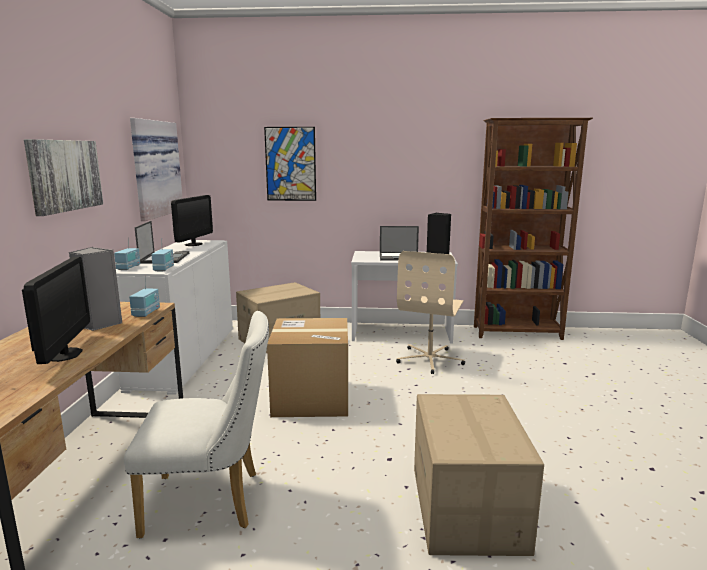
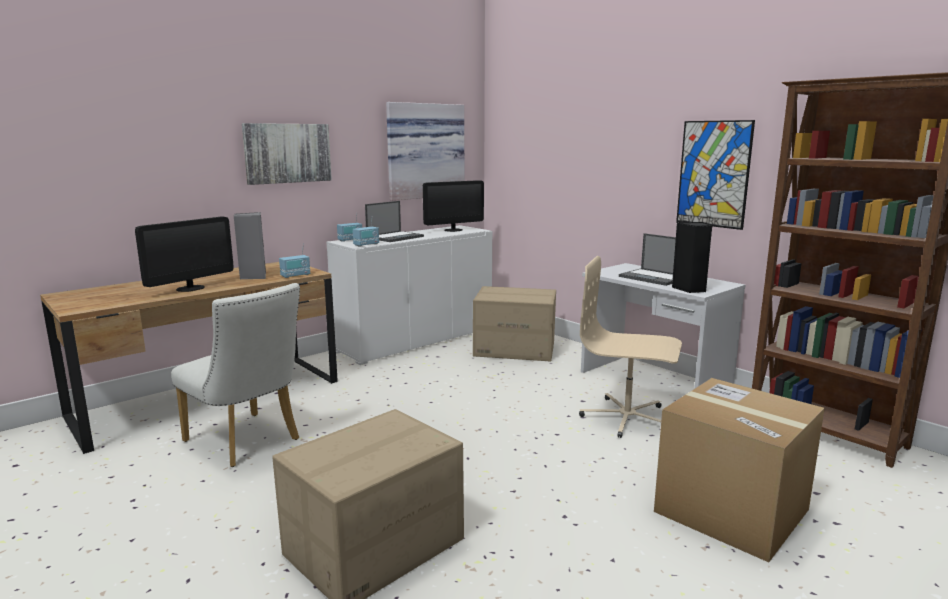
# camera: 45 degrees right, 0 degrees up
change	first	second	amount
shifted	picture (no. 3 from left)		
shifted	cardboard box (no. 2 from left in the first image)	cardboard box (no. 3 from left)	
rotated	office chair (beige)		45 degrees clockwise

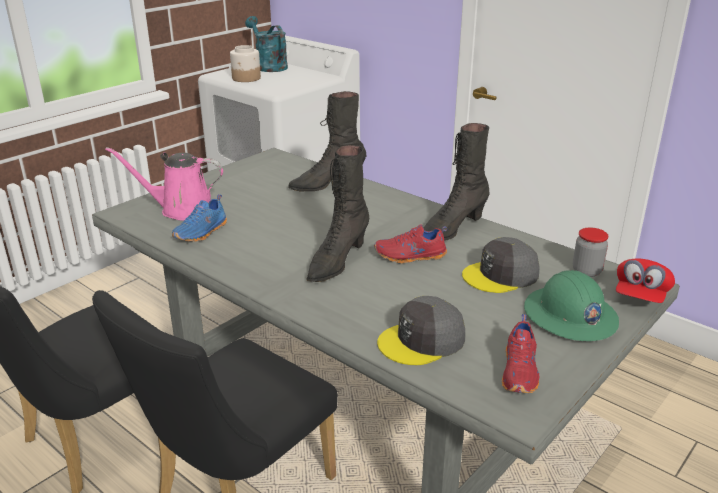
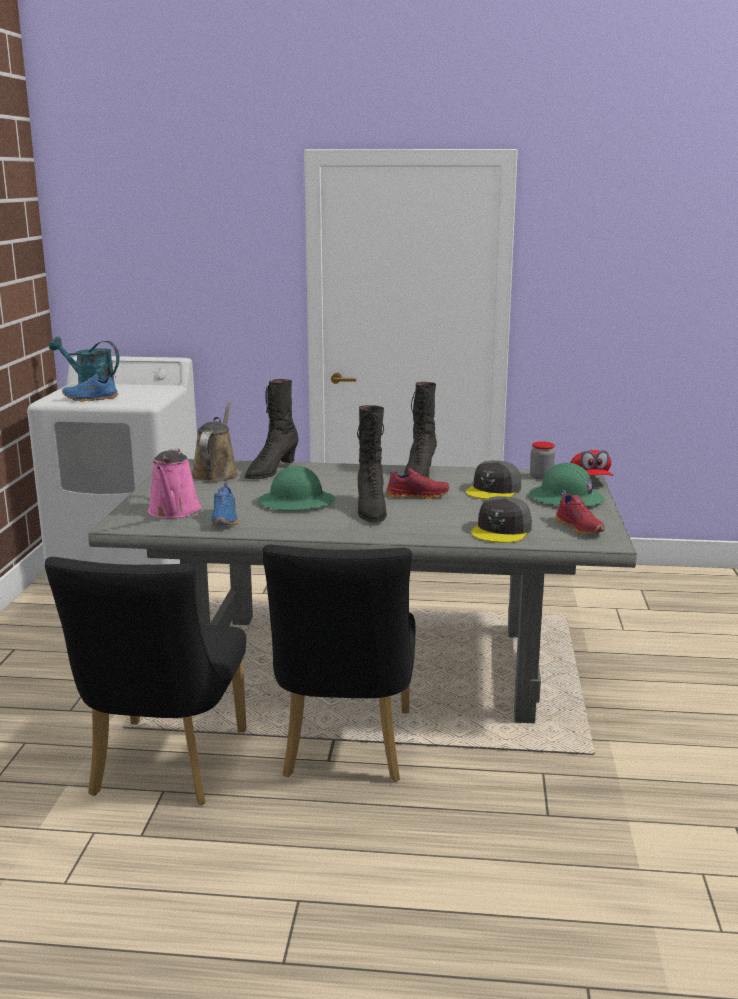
# camera: 35 degrees left, 10 degrees down
change	first	second	amount
rotated	watering can (pink)		60 degrees counterclockwise
swapped	jar (no. 1 from left)	shoe (blue) (no. 1 from left)	
rotated	shoe (red) (no. 1 from left)		135 degrees counterclockwise
new		watering can (brown)	
new		hard hat (green) (no. 1 from left)	

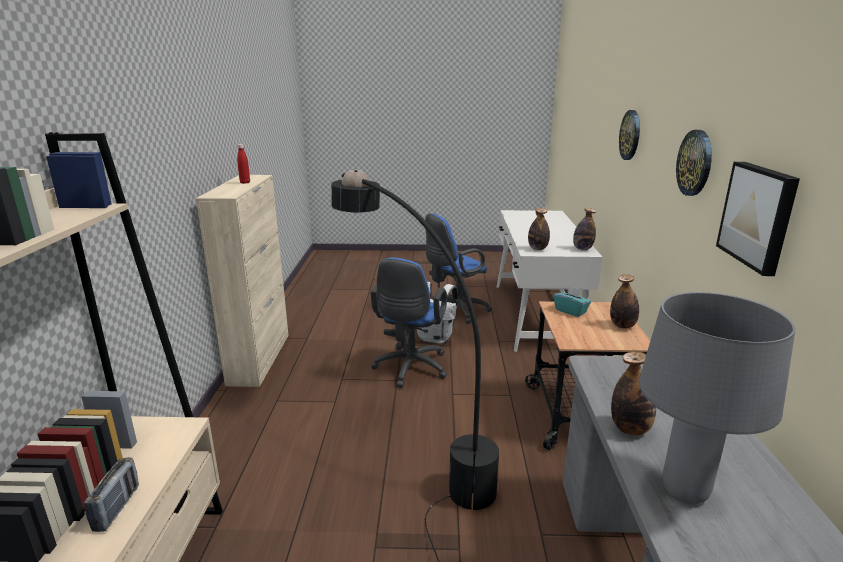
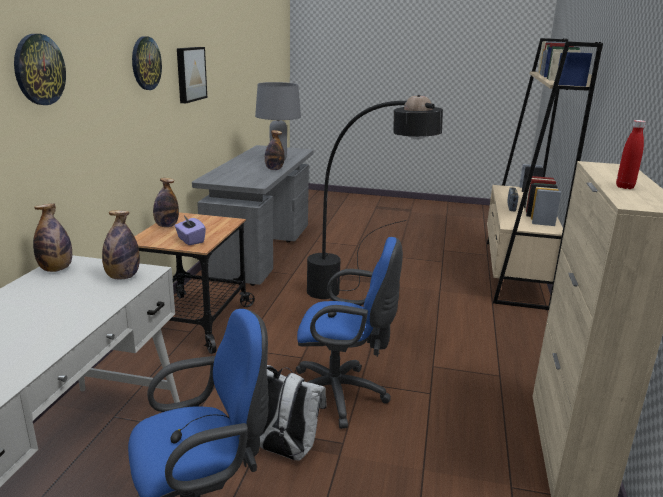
# camera: 170 degrees left, 0 degrees up
change	first	second	amount
rotated	office chair (blue) (no. 1 from left in the first image)	office chair (blue) (no. 2 from left)	75 degrees clockwise
repainted	tissue box (turquoise)	tissue box (purple)	

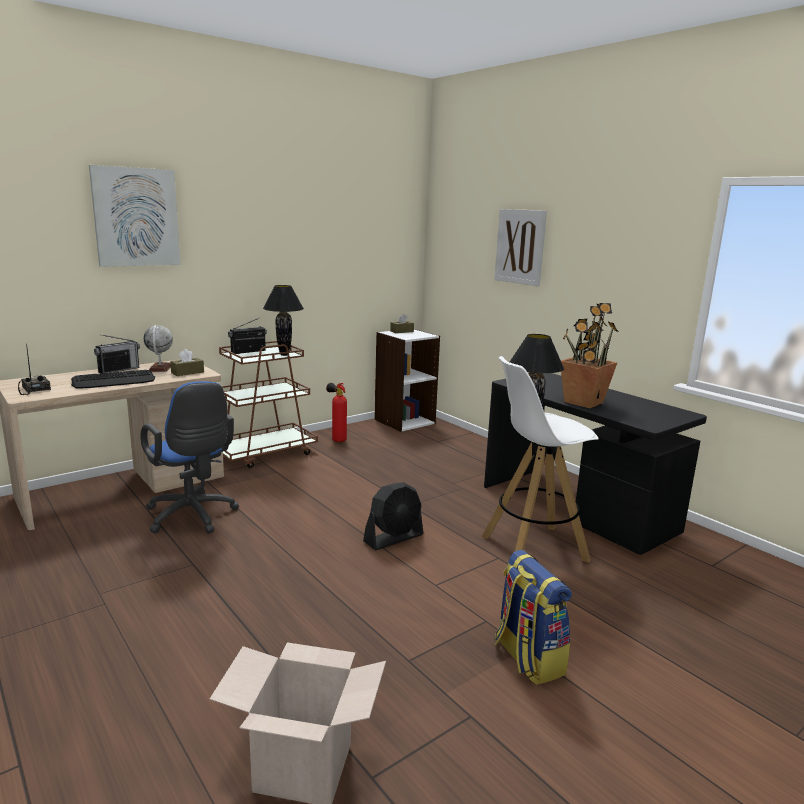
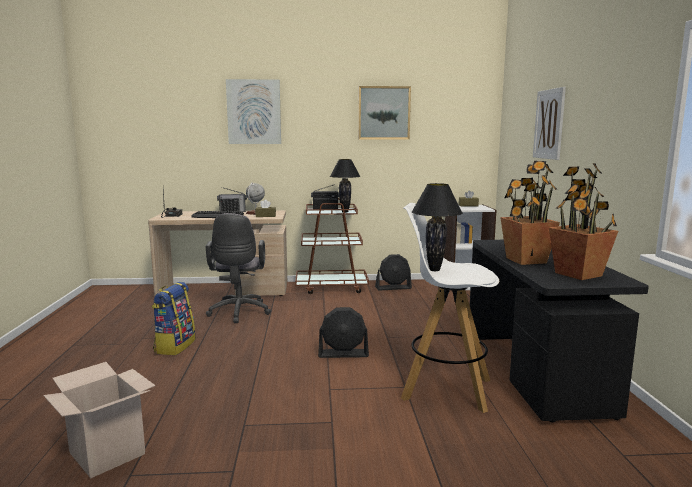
# camera: 35 degrees right, 5 degrees down
change	first	second	amount
repainted	office chair (blue)	office chair (grey)	
swapped	fire extinguisher	fan (black) (no. 2 from left)	
shifted	backpack		
new		picture (no. 2 from left)	
new		potted plant (no. 2 from left)	

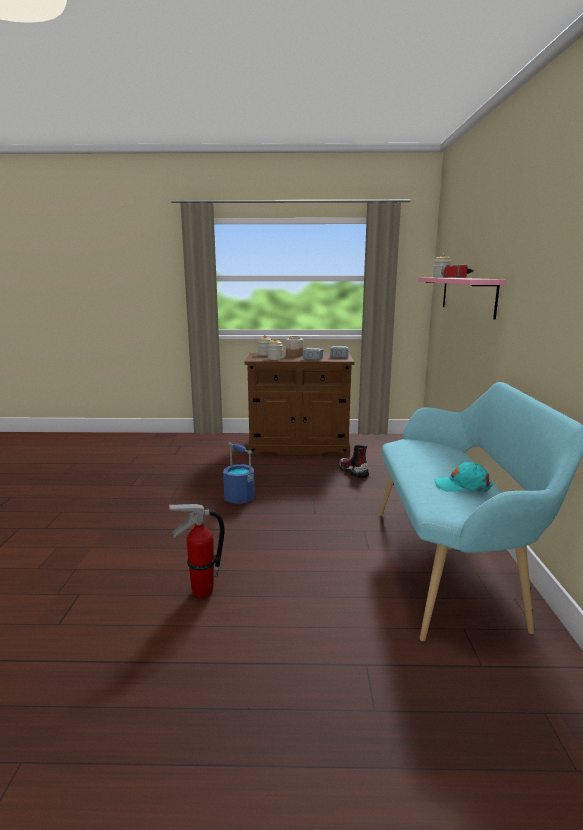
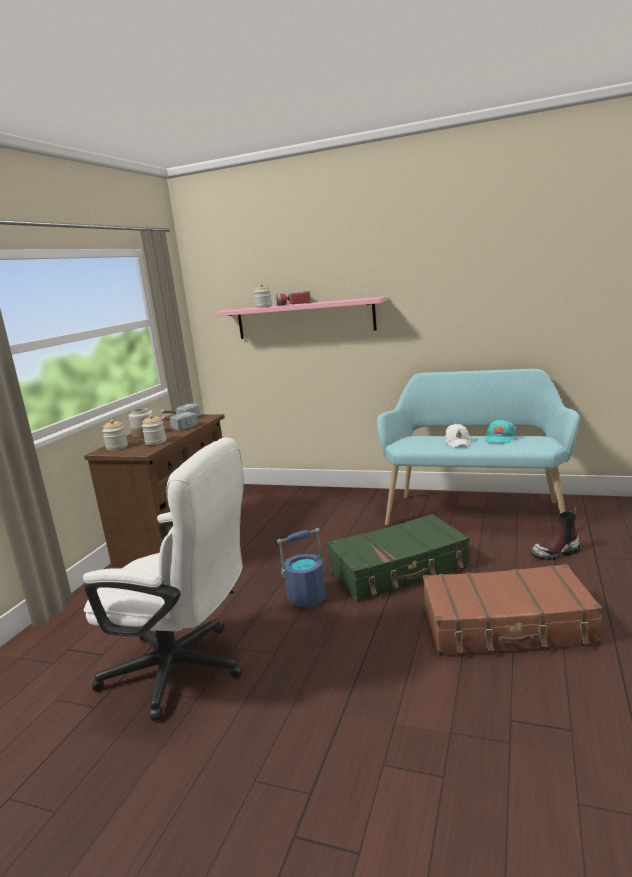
# camera: 70 degrees left, 0 degrees up
change	first	second	amount
swapped	fire extinguisher	suitcase (brown)	
shifted	boot		
new		office chair (white)	
new		suitcase (green)	
new		cap (white)	

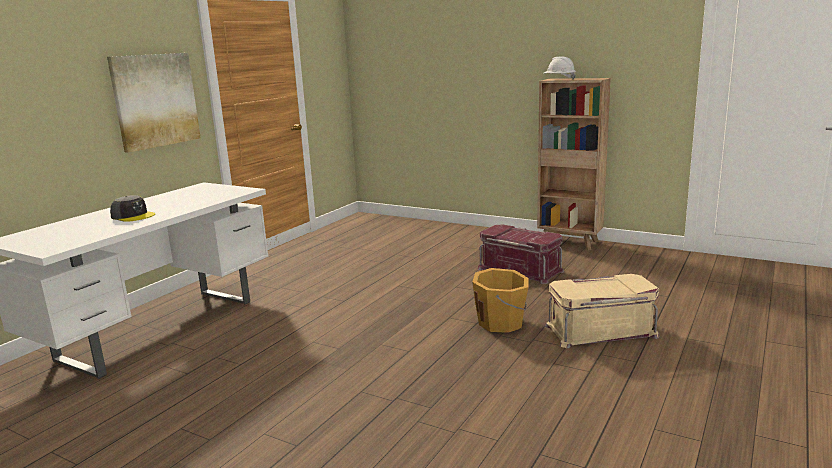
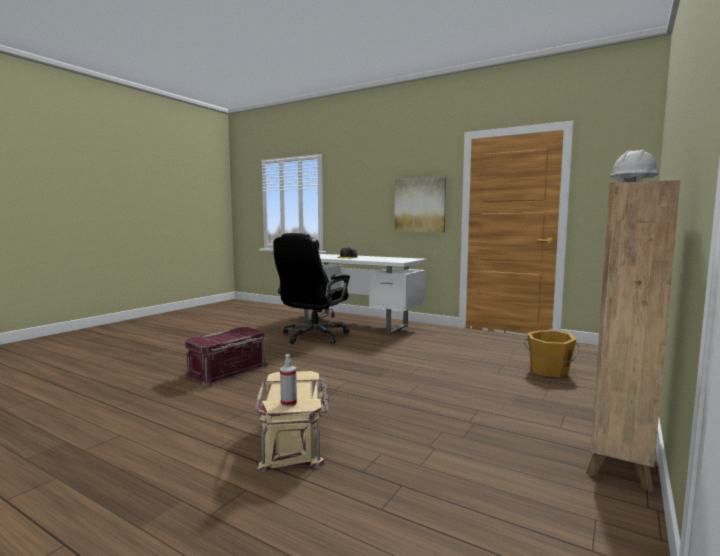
# camera: 90 degrees right, 10 degrees down
change	first	second	amount
shifted	bucket (orange)		
shifted	storage box (red)		
new		office chair (black)	
new		spray bottle	

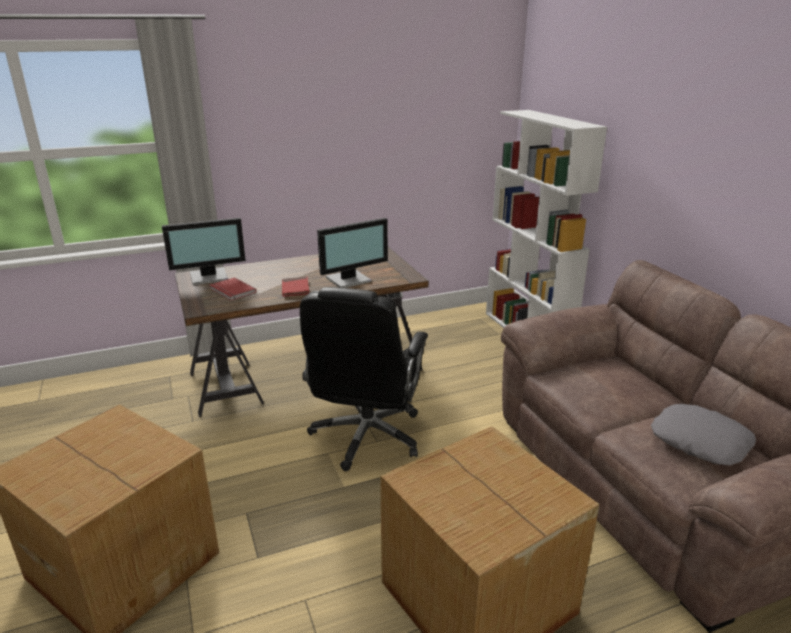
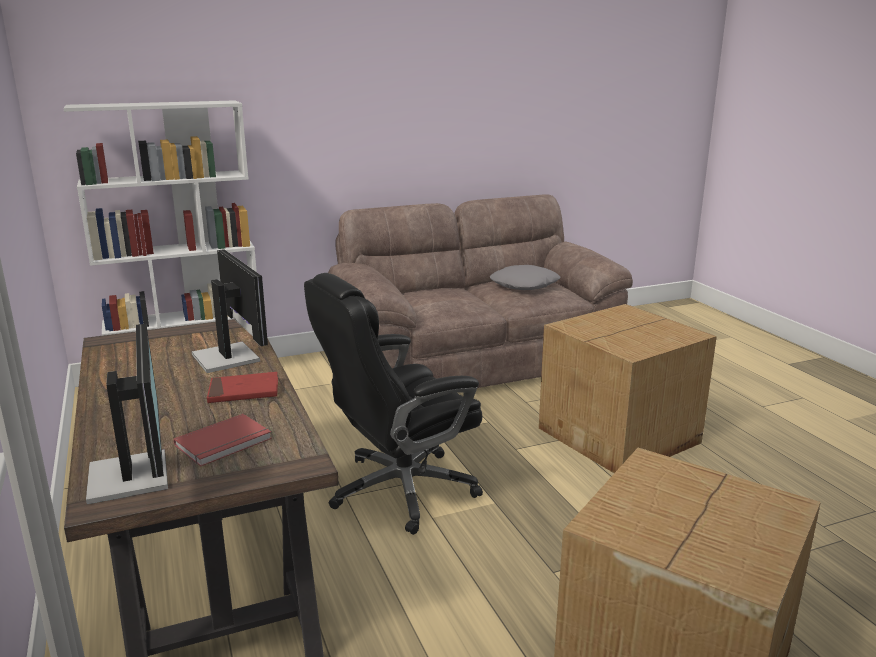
# camera: 90 degrees left, 5 degrees down
change	first	second	amount
rotated	office chair (black)		135 degrees clockwise

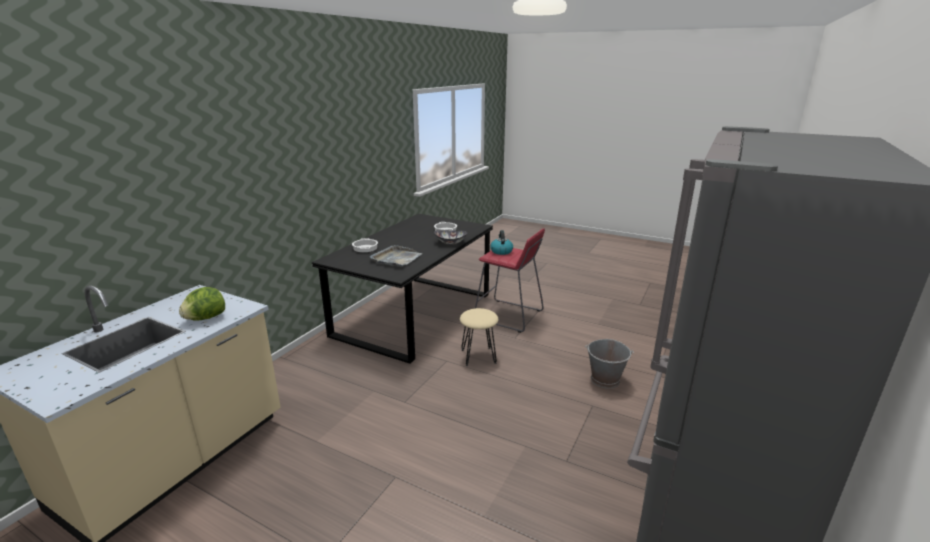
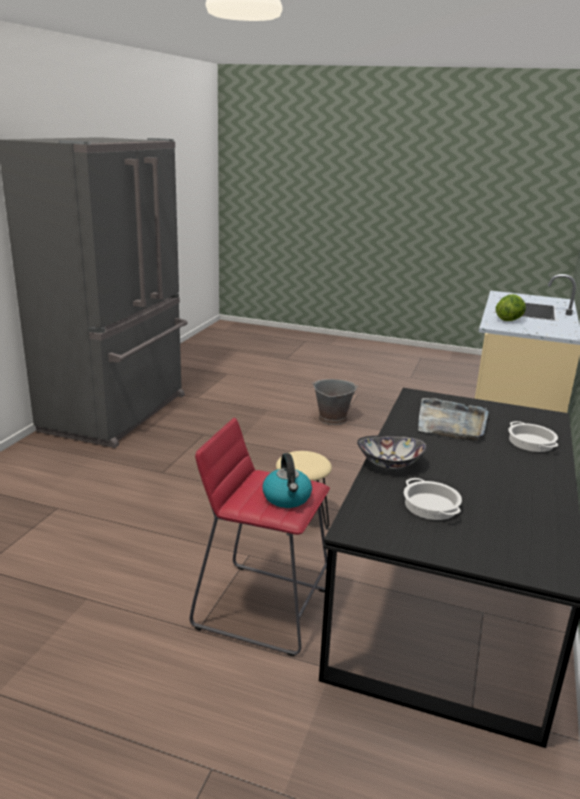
# camera: 170 degrees right, 0 degrees up
change	first	second	amount
shifted	bucket (grey)		

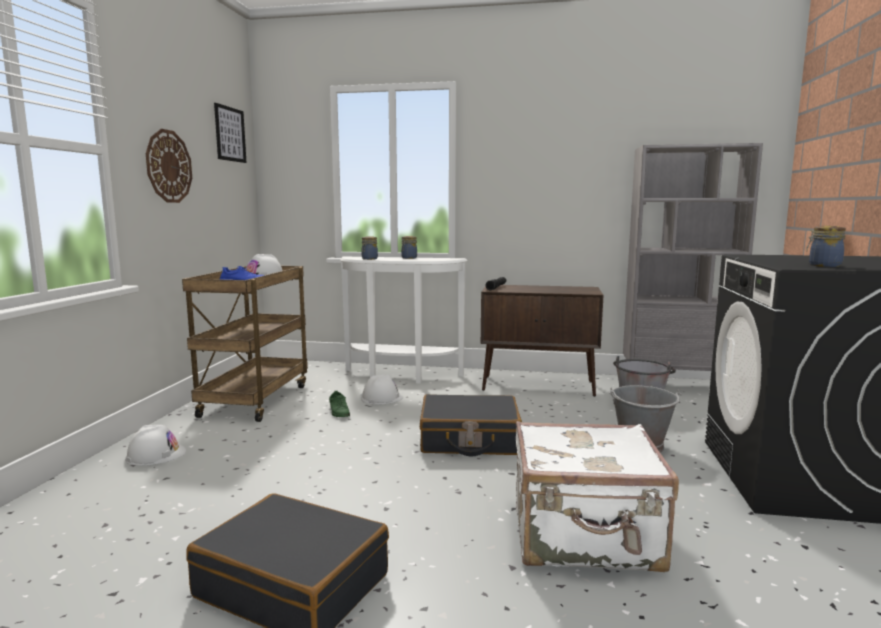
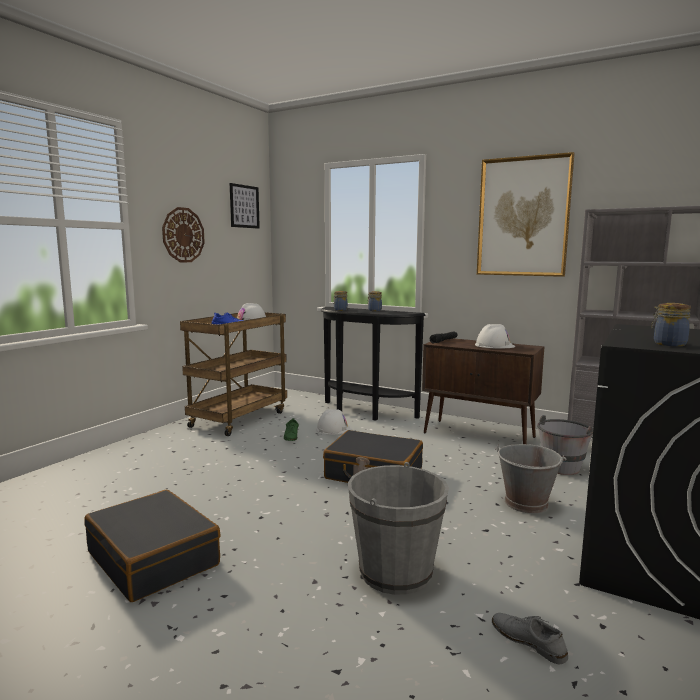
# camera: 20 degrees right, 0 degrees up
change	first	second	amount
shifted	hard hat (white) (no. 1 from left in the first image)	hard hat (white) (no. 3 from left)	
repainted	console table (white)	console table (black)	
swapped	suitcase (white)	bucket (grey) (no. 1 from left)	
new		picture (no. 2 from left)	
new		shoe (grey)	

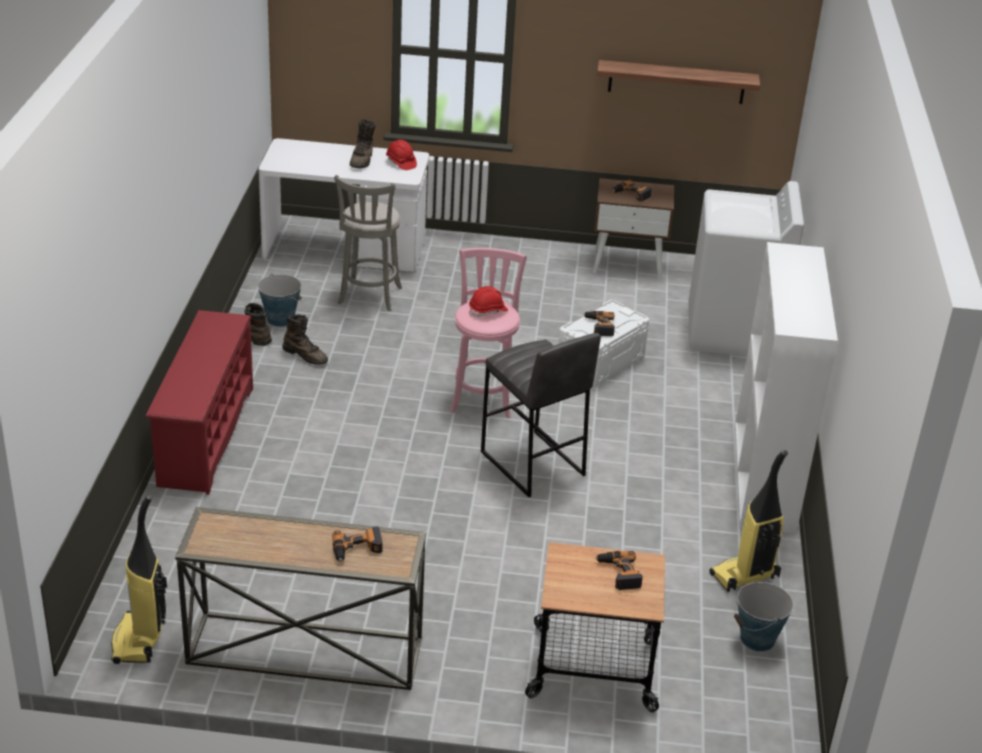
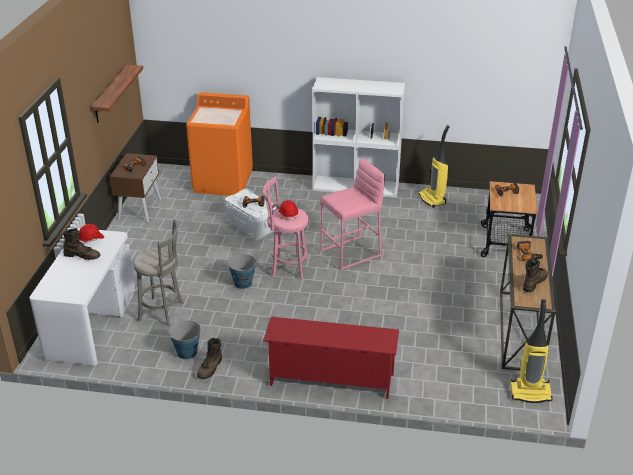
# camera: 85 degrees left, 0 degrees up
change	first	second	amount
shifted	boot (brown) (no. 2 from left in the first image)	boot (brown) (no. 3 from left)	
repainted	stool (grey) (no. 2 from left)	stool (pink) (no. 2 from left)	
repainted	washing machine (white)	washing machine (orange)	
shifted	bucket (no. 2 from left)		

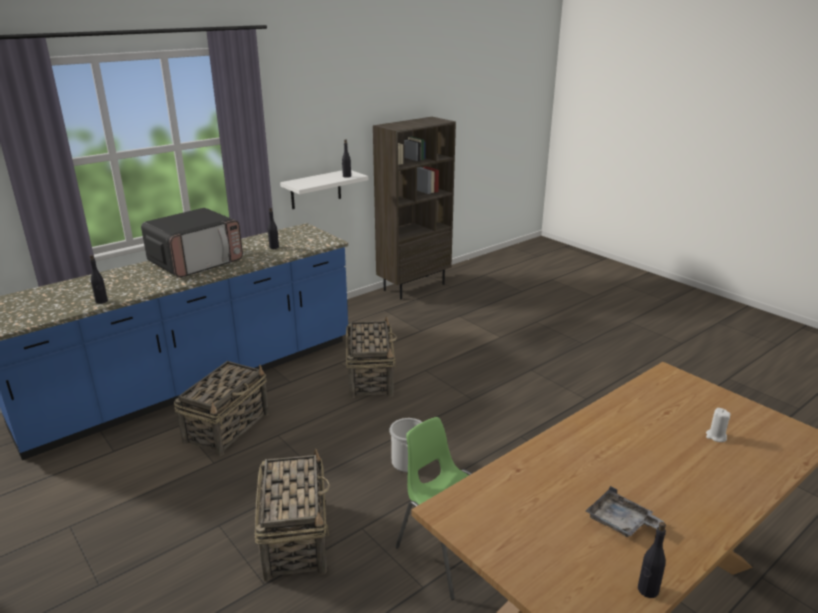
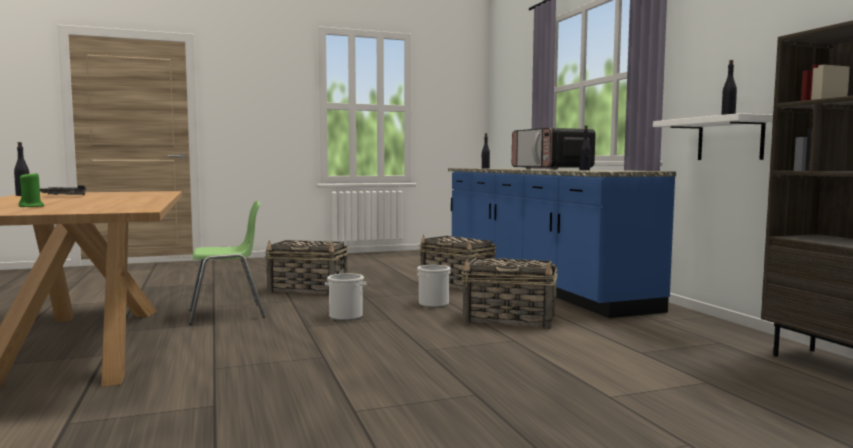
# camera: 110 degrees right, 20 degrees down
change	first	second	amount
repainted	candle (white)	candle (green)	
new		bucket (no. 2 from left)	

